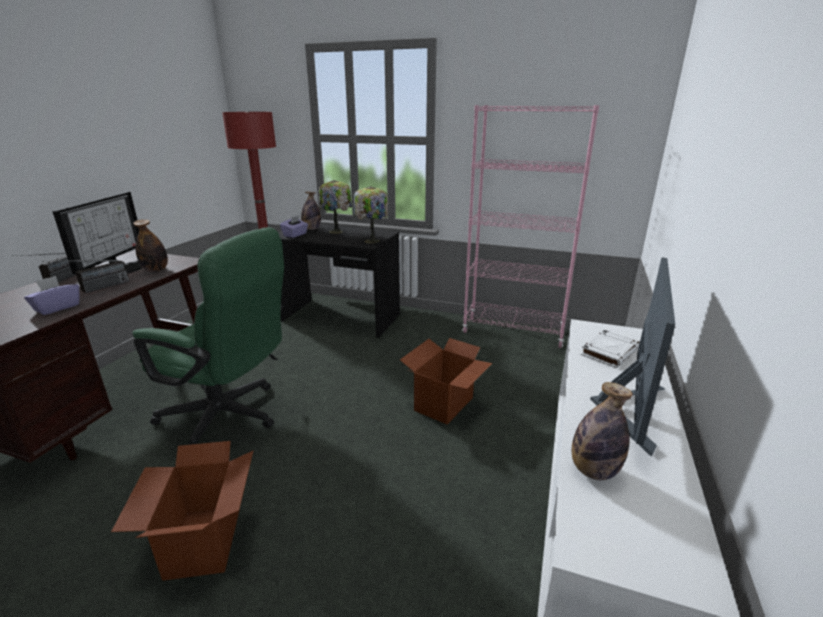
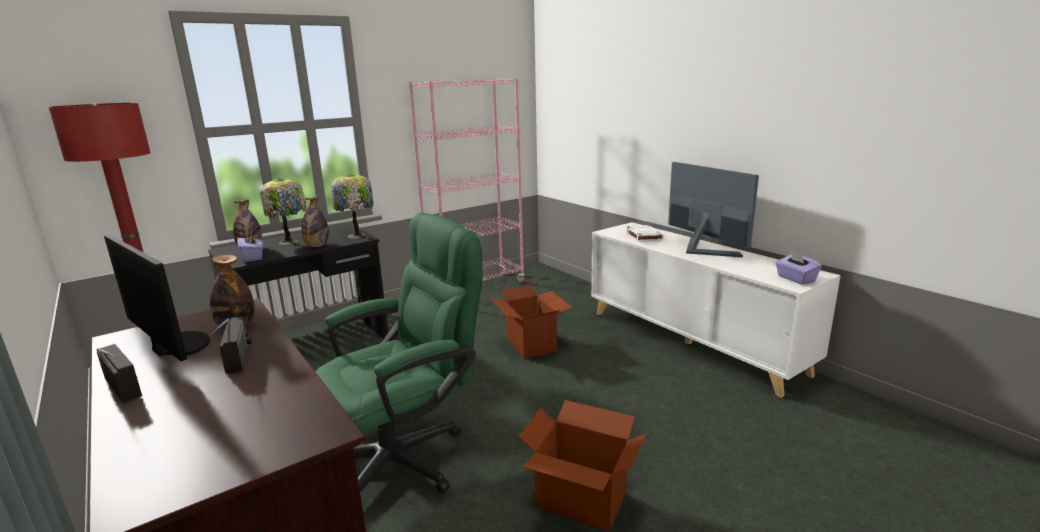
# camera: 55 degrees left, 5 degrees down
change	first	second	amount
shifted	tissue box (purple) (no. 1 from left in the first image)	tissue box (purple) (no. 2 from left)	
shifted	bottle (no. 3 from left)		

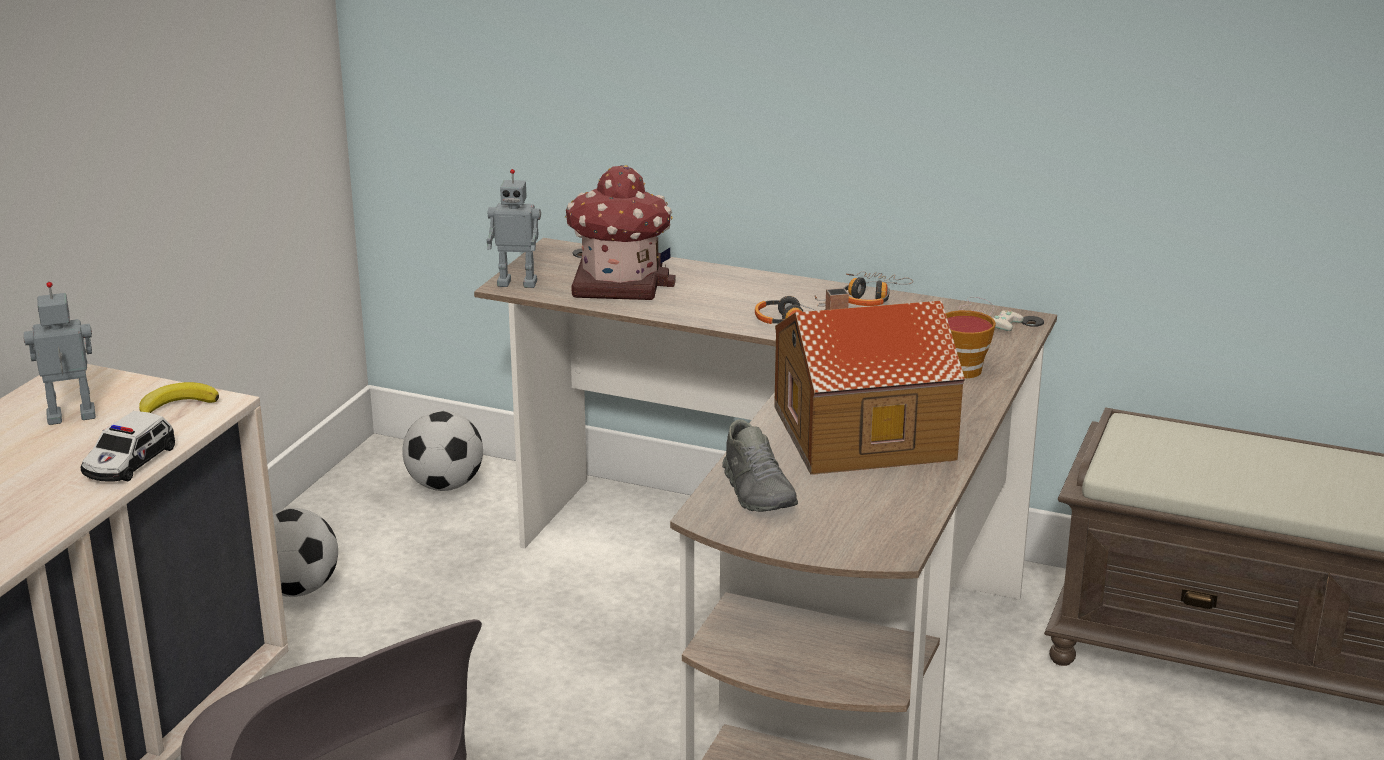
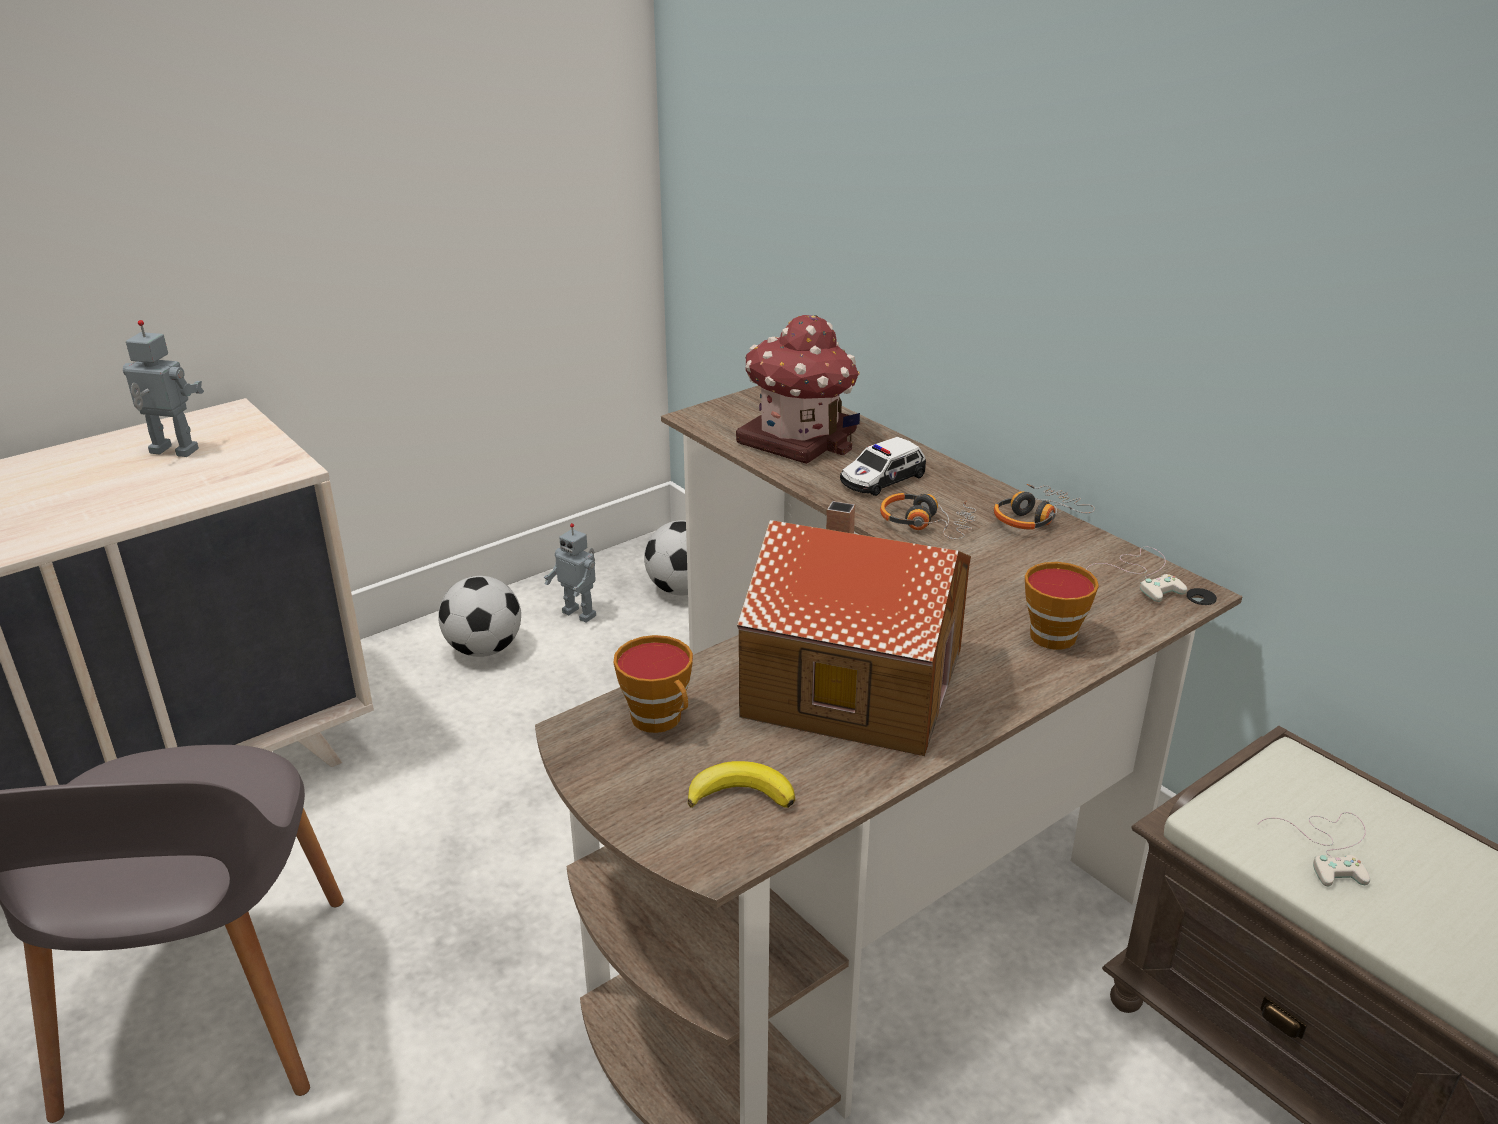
# camera: 30 degrees right, 5 degrees up
change	first	second	amount
shifted	toy car		
shifted	banana		
shifted	toy robot (no. 2 from left)		
swapped	shoe (grey)	cup (no. 1 from left)	
new		game controller (white) (no. 2 from left)	

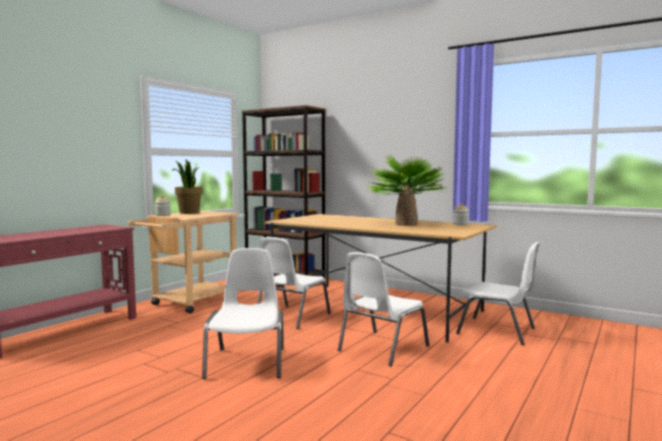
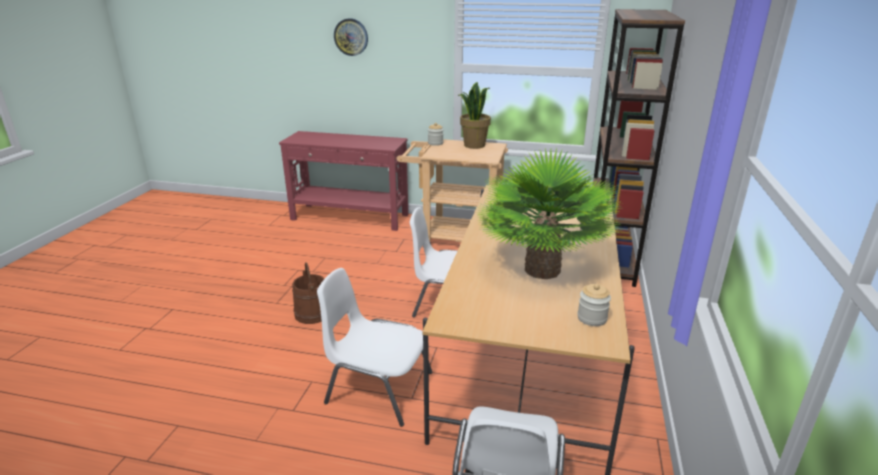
# camera: 70 degrees right, 20 degrees up
change	first	second	amount
swapped	chair (white) (no. 1 from left)	bucket (brown)	
new		wall clock	

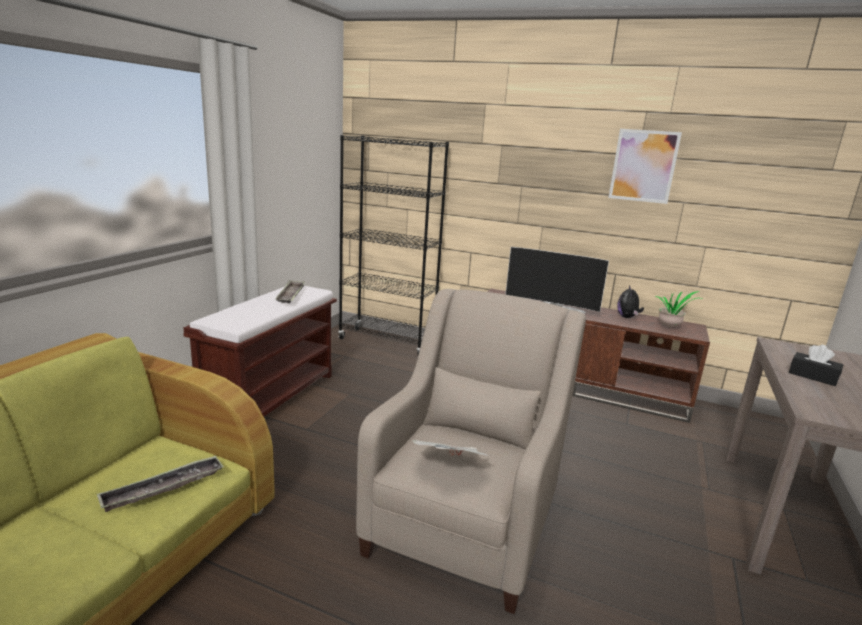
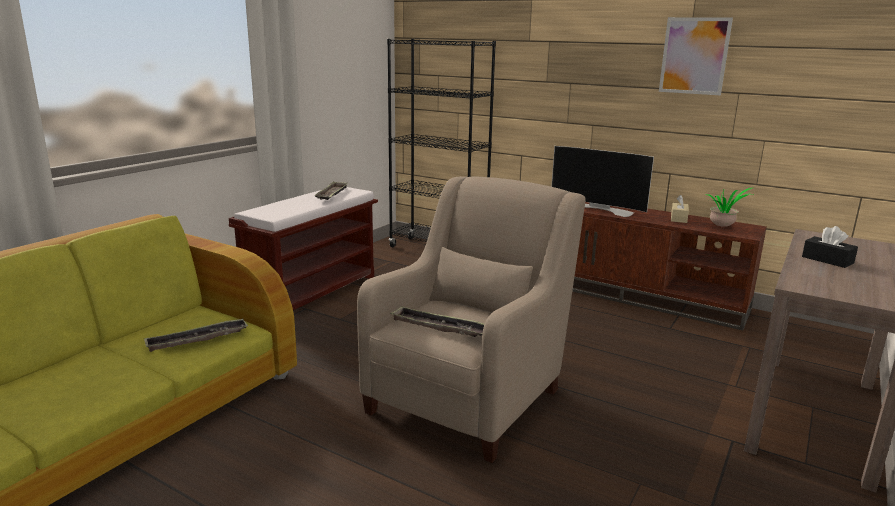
# camera: 10 degrees right, 0 degrees up
change	first	second	amount
swapped	newspaper	tray (no. 3 from left)	
swapped	plush toy	tissue box (beige)	

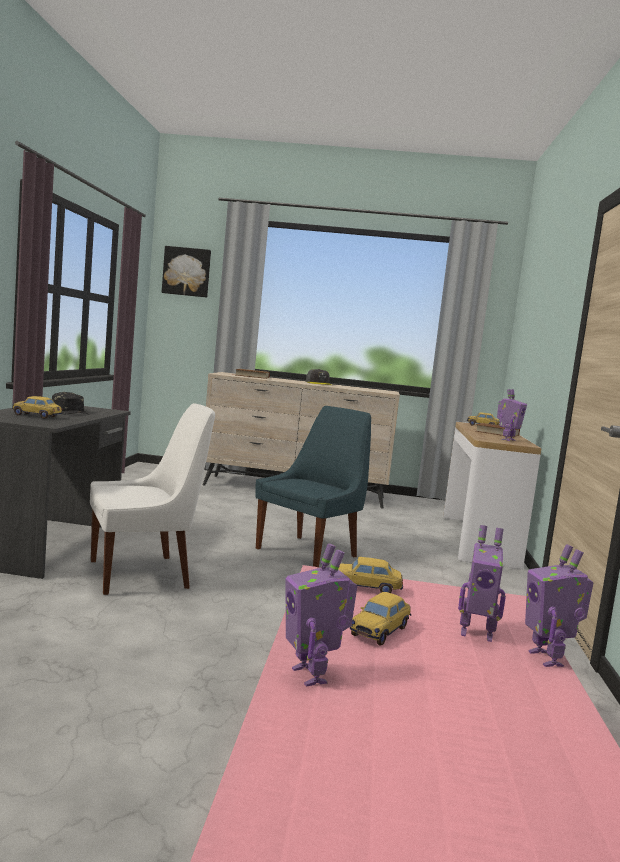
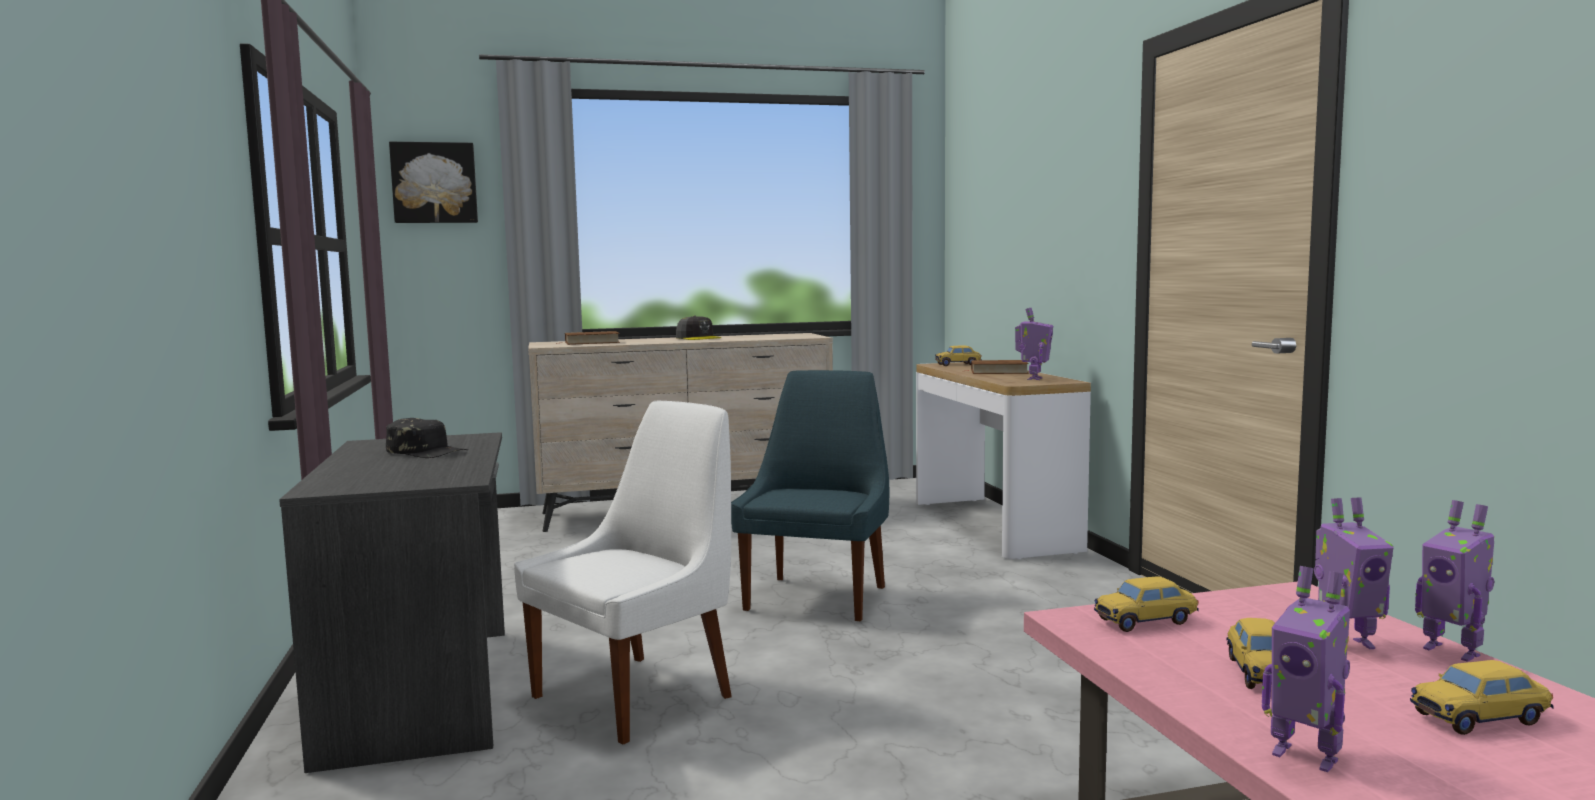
# camera: 20 degrees left, 0 degrees up
change	first	second	amount
shifted	toy car (no. 1 from left in the first image)	toy car (no. 4 from left)	

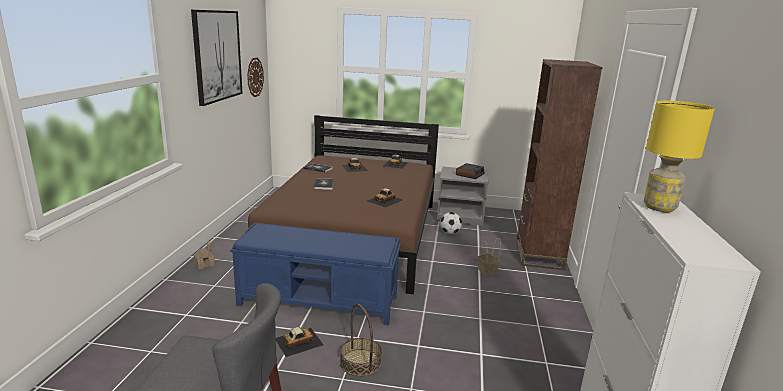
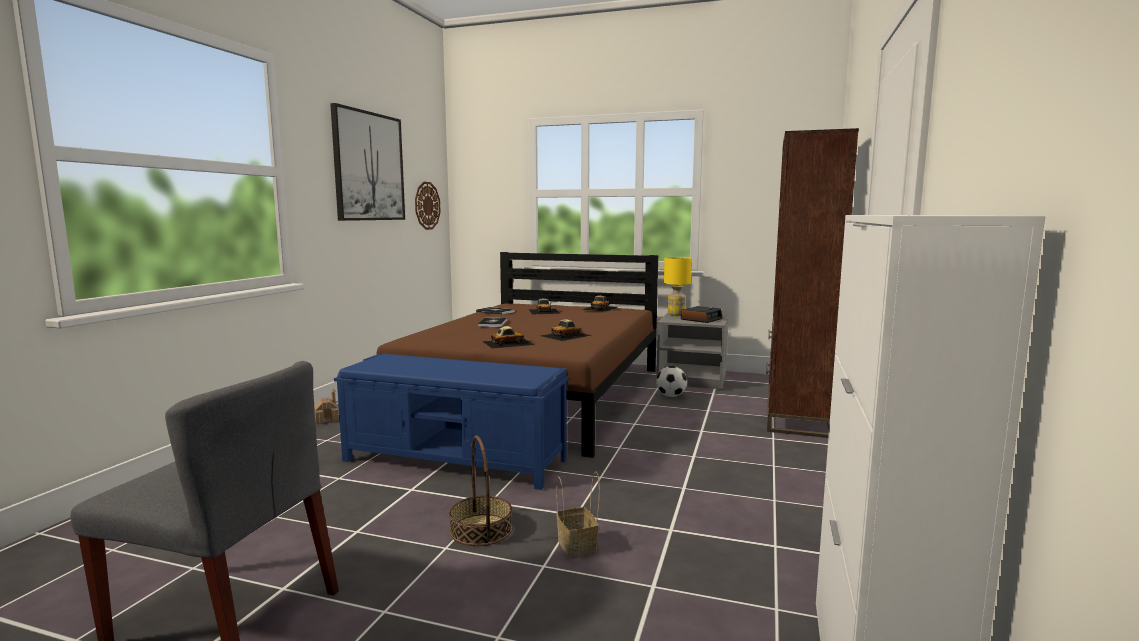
# camera: 10 degrees right, 10 degrees down
change	first	second	amount
shifted	toy car (no. 1 from left)		
shifted	basket (no. 2 from left)		
shifted	table lamp (yellow)		

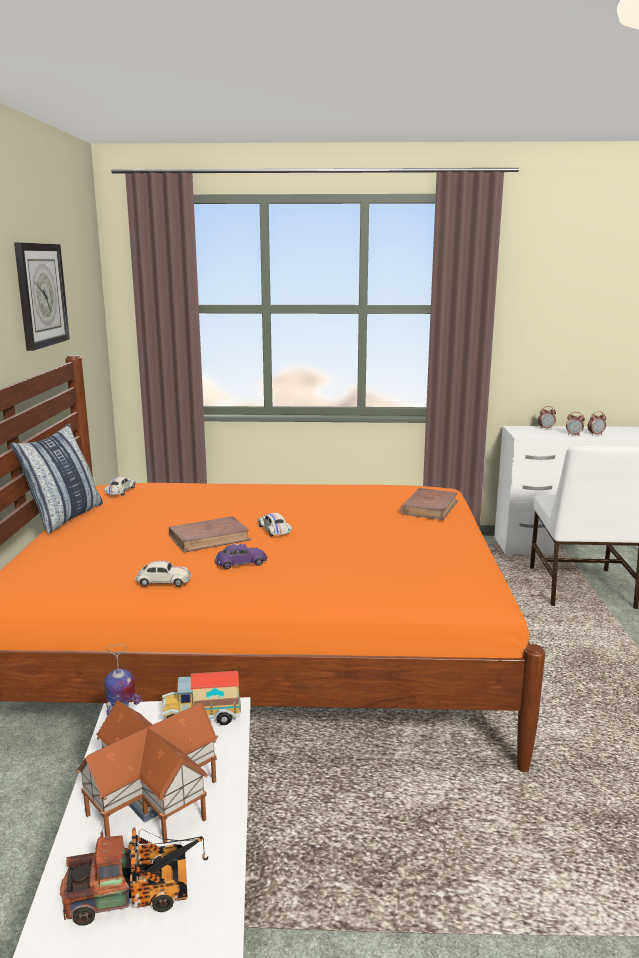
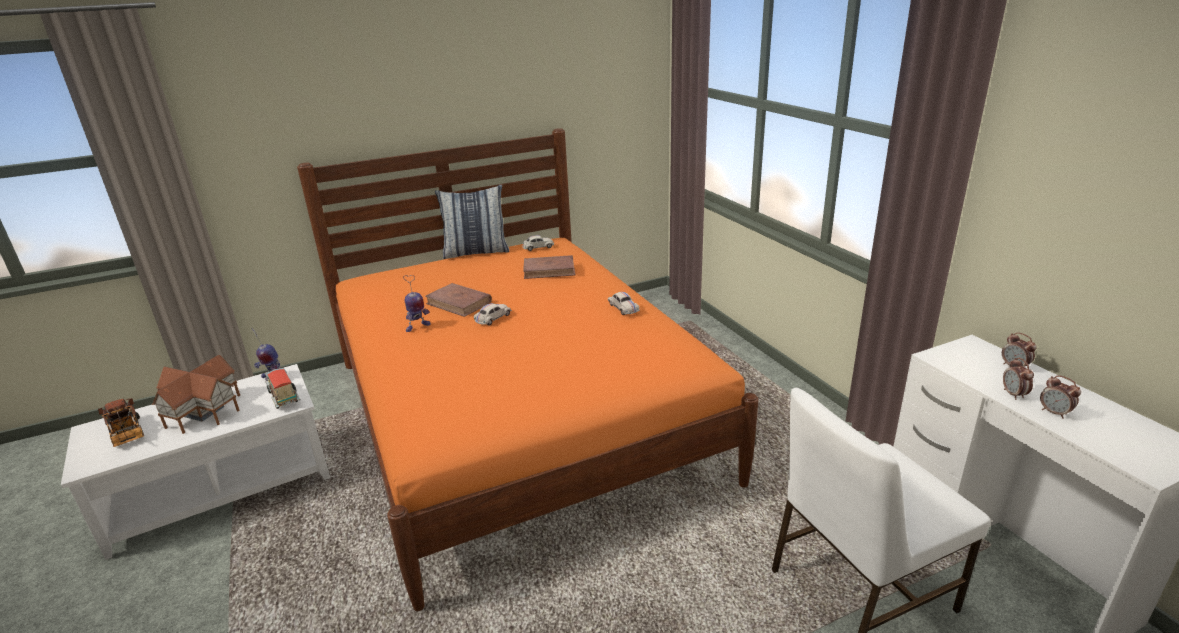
# camera: 65 degrees right, 10 degrees up
change	first	second	amount
gone	wall clock		
shifted	toy car (white) (no. 2 from left in the first image)	toy car (white) (no. 3 from left)	
swapped	toy car (purple)	toy robot (no. 2 from left)	
shifted	book (brown) (no. 2 from left)		

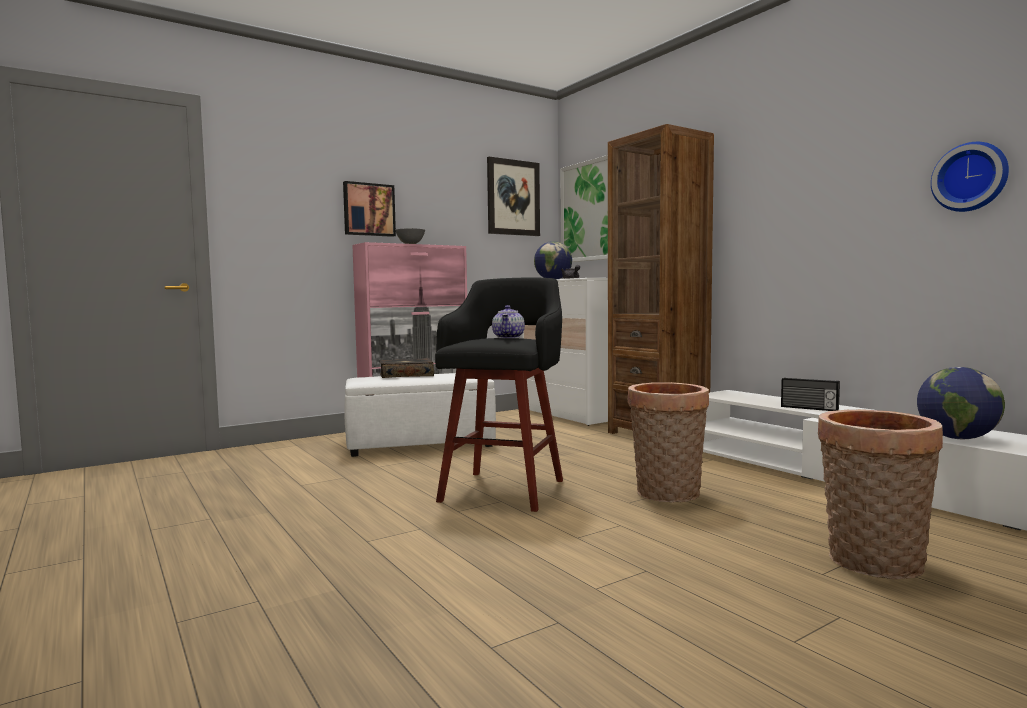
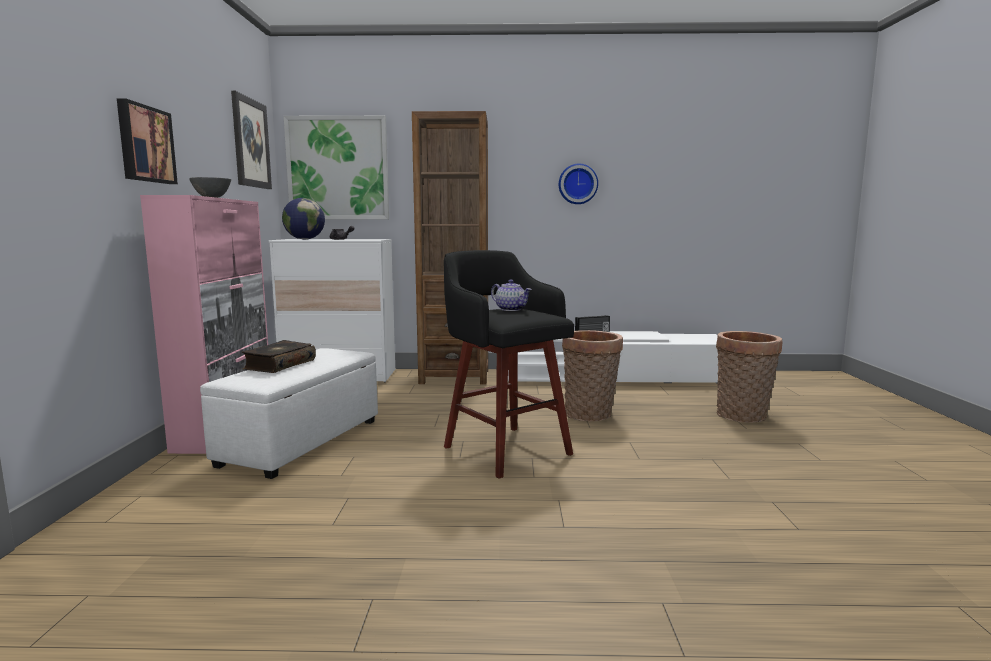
# camera: 55 degrees left, 5 degrees up
change	first	second	amount
gone	globe (no. 2 from left)		
shifted	wall clock		

